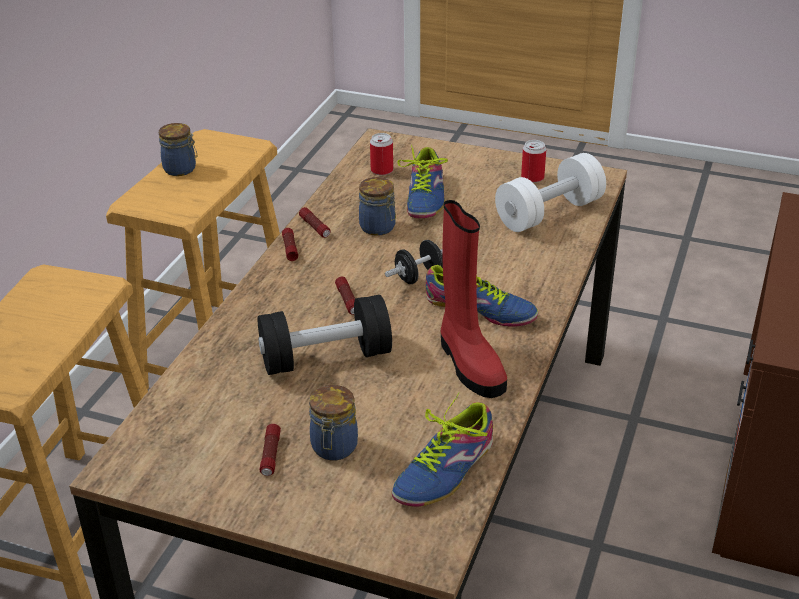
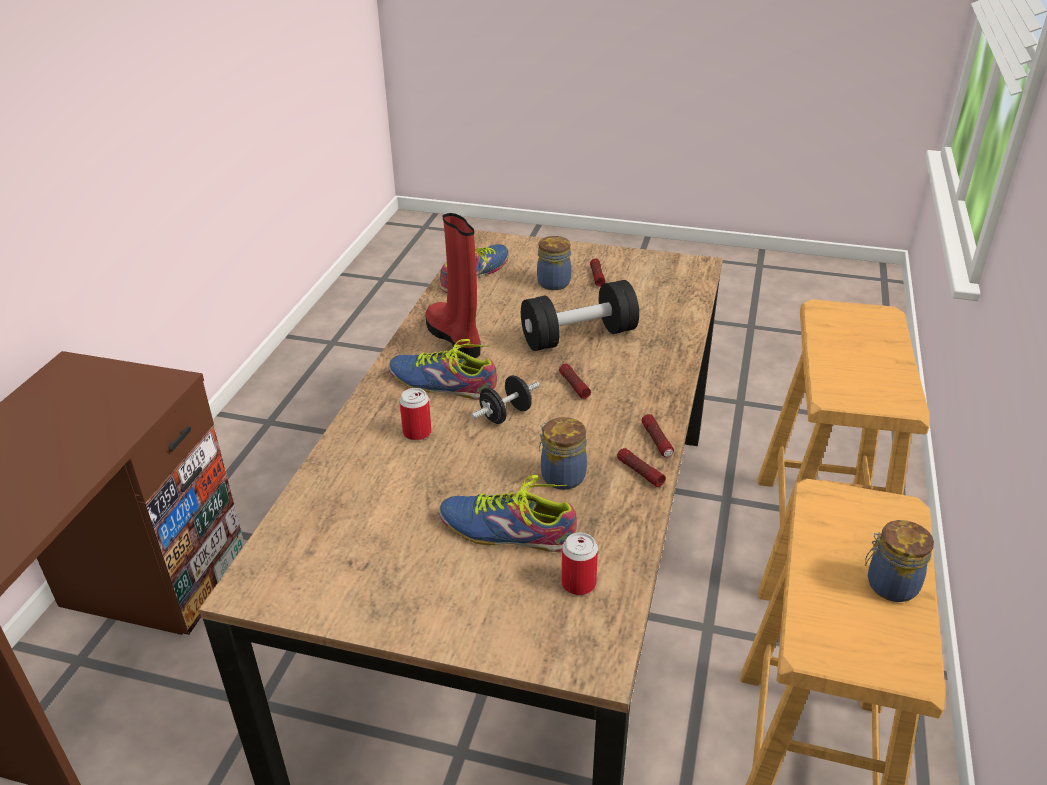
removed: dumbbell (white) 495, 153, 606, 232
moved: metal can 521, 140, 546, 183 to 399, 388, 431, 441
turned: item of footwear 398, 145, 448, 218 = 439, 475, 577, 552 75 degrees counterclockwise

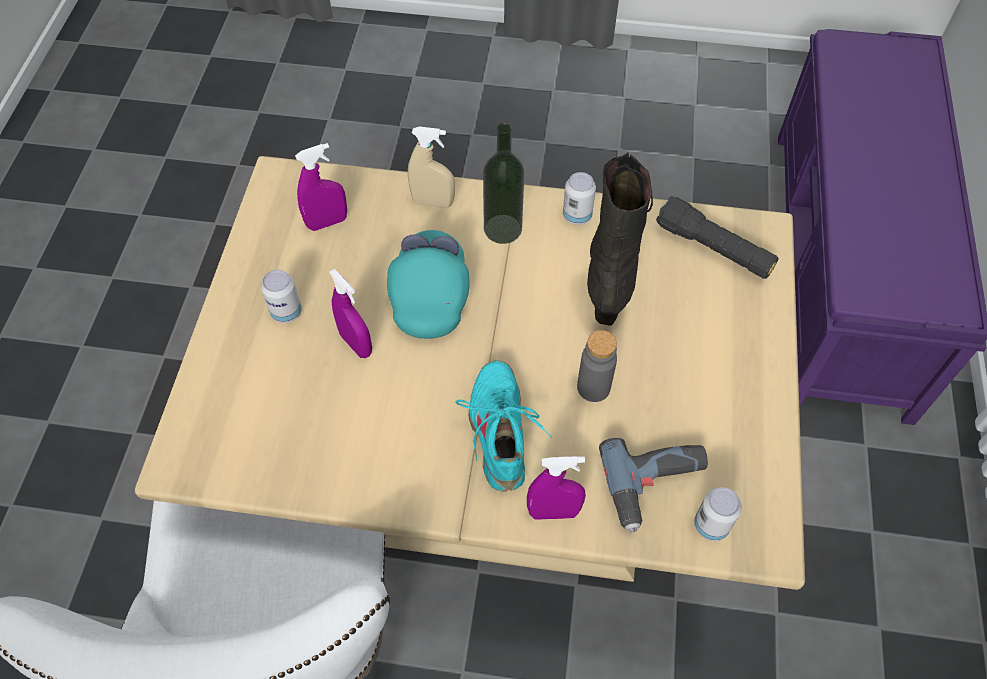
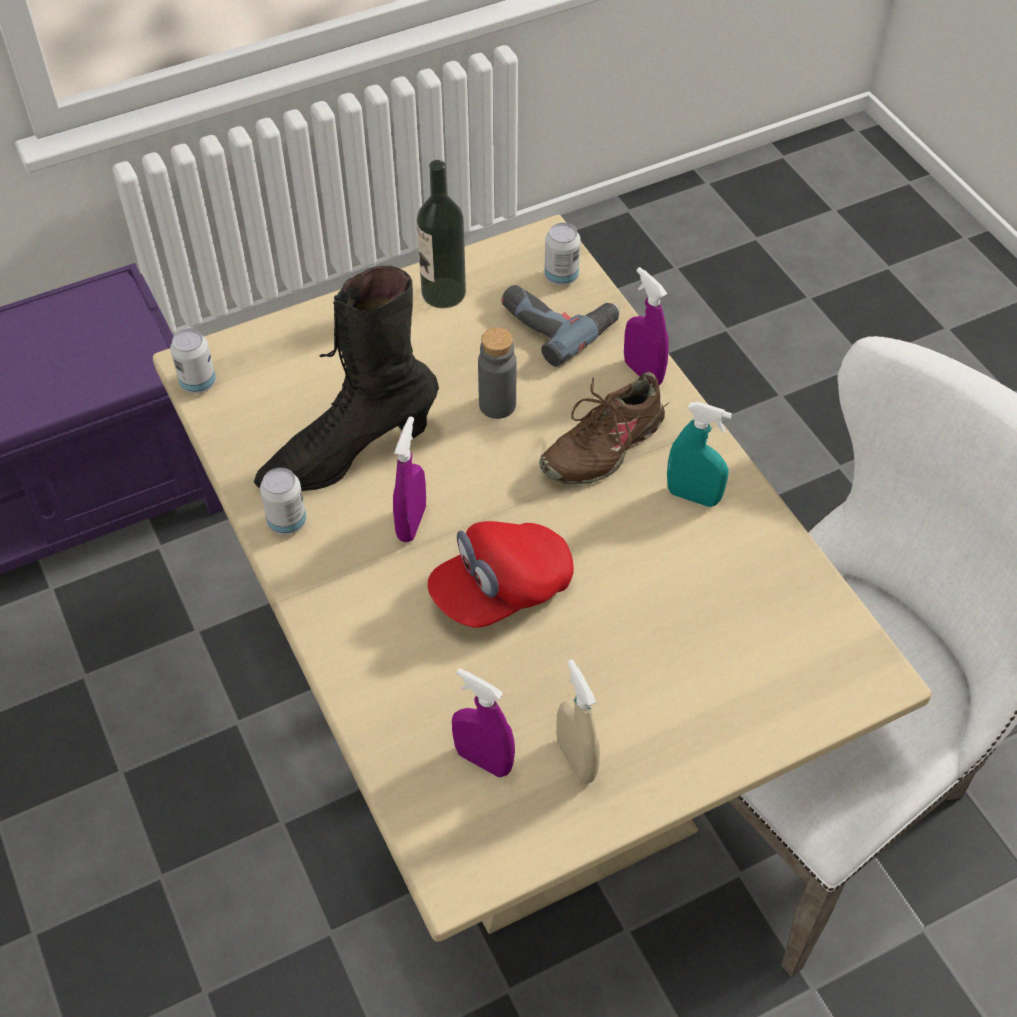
removed: torch (black) 656, 196, 779, 279
added: sprayer (turquoise-coloured) 667, 402, 732, 507
moved: metal can 261, 270, 302, 323 to 170, 329, 216, 394; sprayer (purple) 329, 269, 372, 358 to 393, 416, 426, 542; sprayer (sand-coloured) 408, 127, 455, 208 to 556, 660, 600, 784; beverage bottle 483, 123, 524, 244 to 417, 160, 466, 308
recoloured: peaked cap (turquoise-coloured) 387, 230, 470, 339 to peaked cap (reddish) 427, 521, 574, 628; item of footwear (turquoise-coloured) 456, 360, 552, 492 to item of footwear (brown-coloured) 539, 372, 670, 484

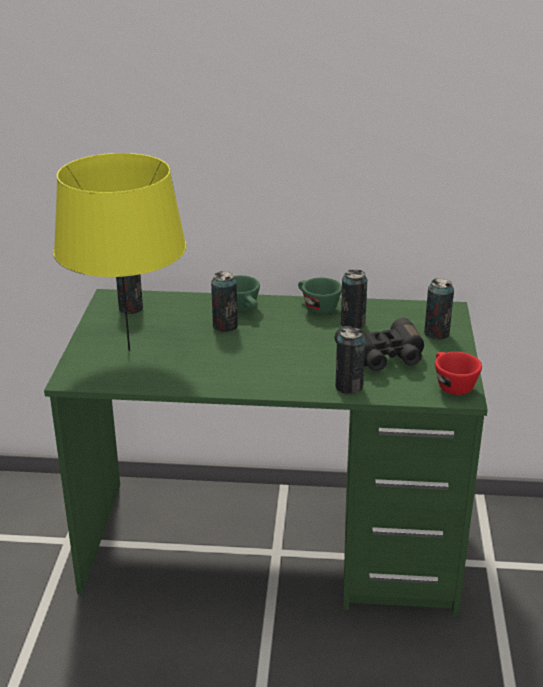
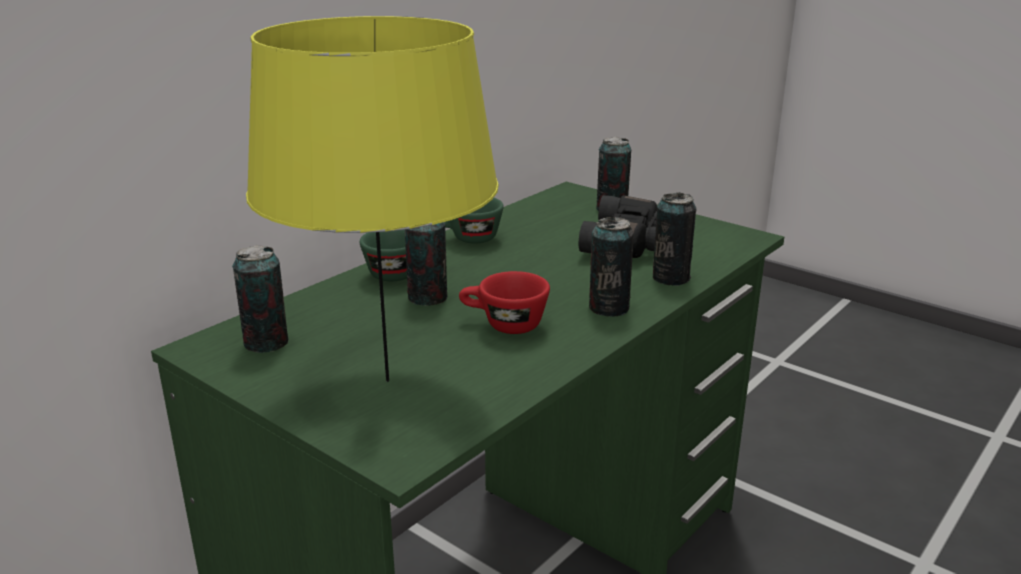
moved: metal can 341, 270, 368, 329 to 589, 217, 634, 317; small cup (reddish) 435, 352, 482, 395 to 459, 271, 550, 334

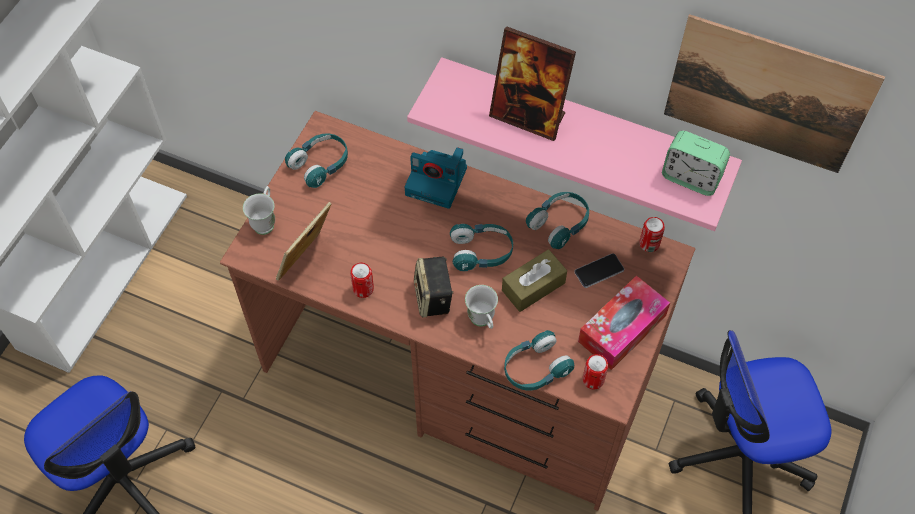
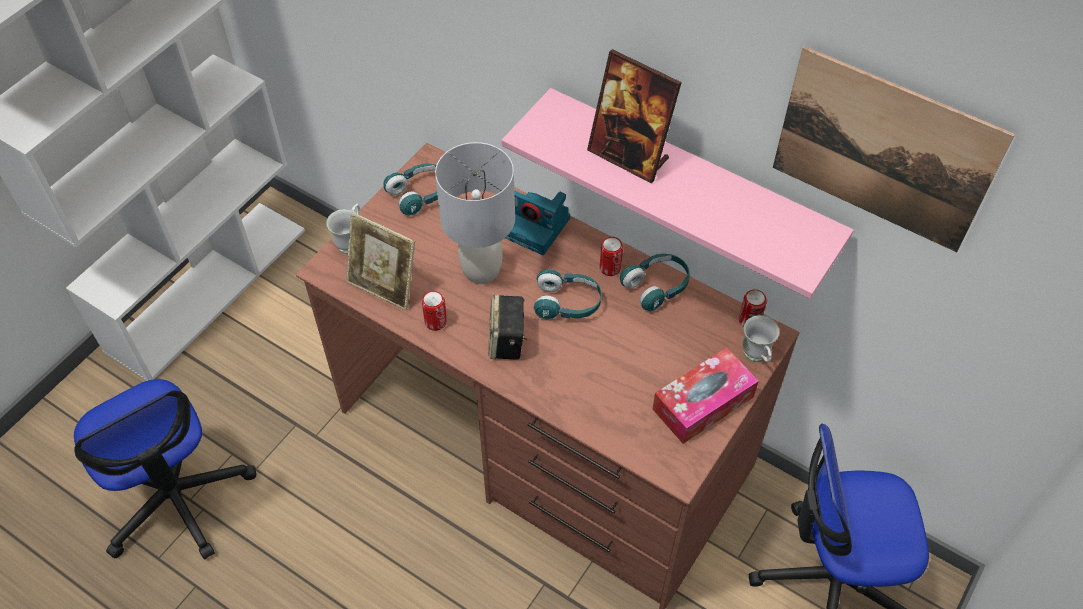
removed: box of tissues (brown-coloured) 502, 249, 567, 312; headset (turquoise-coloured) 504, 330, 574, 391; phone 574, 253, 624, 288; alarm clock 662, 131, 730, 196
added: lamp for a table (greyish) 435, 142, 515, 284
moved: tea mug (white) 465, 285, 498, 329 to 742, 315, 779, 363; metal can 583, 354, 608, 389 to 600, 237, 623, 276
turned: photo frame 276, 202, 331, 281 = 346, 212, 415, 311 105 degrees counterclockwise

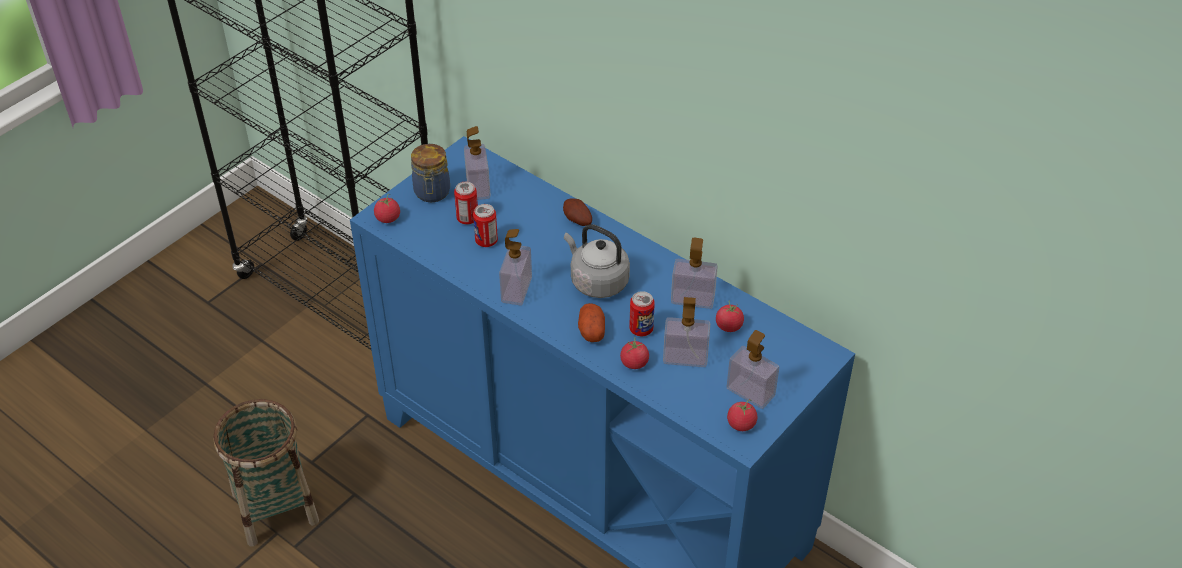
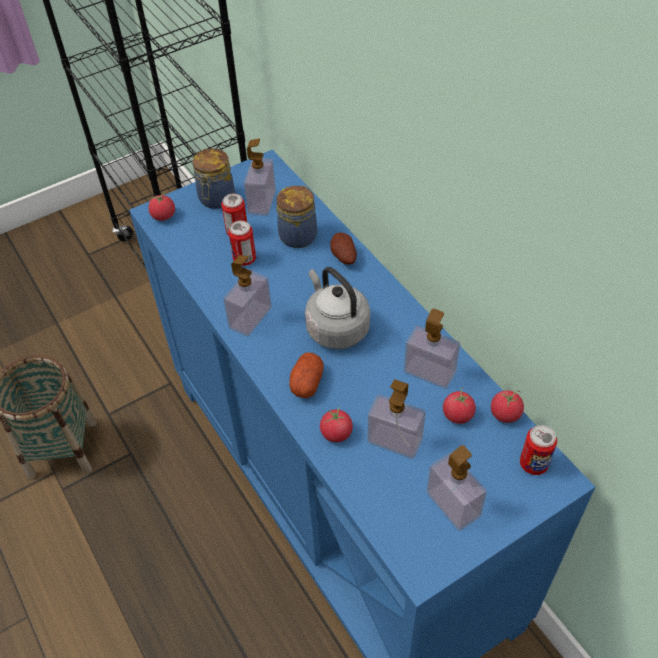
added: preserve jar 277, 185, 317, 248
moved: metal can 629, 291, 655, 336 to 520, 425, 557, 475; tomato 727, 399, 757, 431 to 491, 390, 524, 423

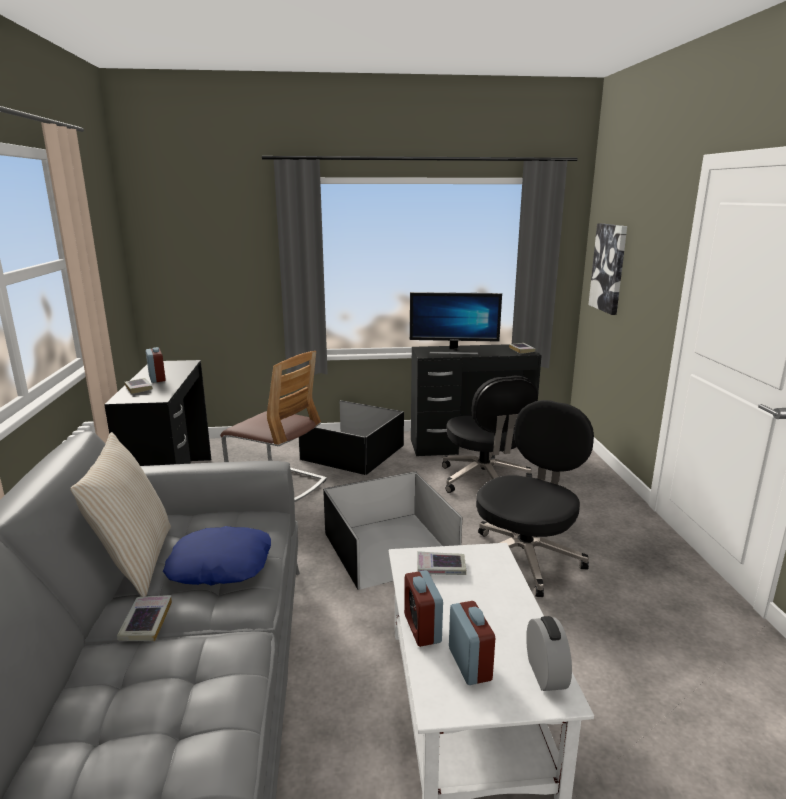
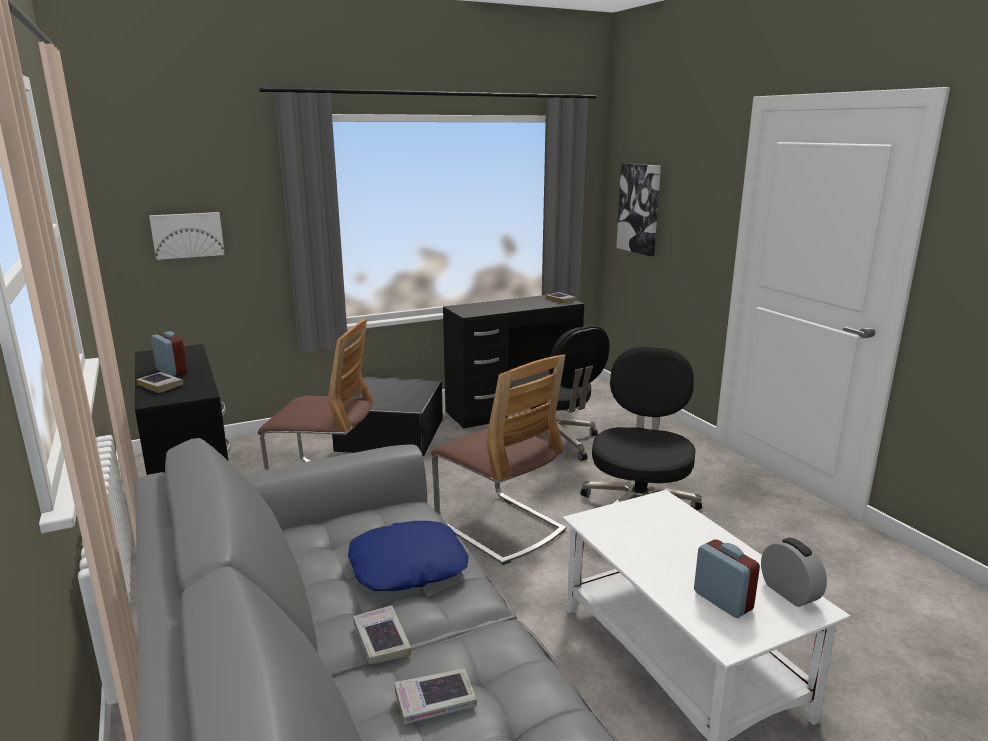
removed: pillow (sand-coloured) 70, 432, 171, 597; alarm clock 404, 570, 443, 647; monitor 410, 292, 502, 355
added: wall art 149, 212, 225, 260
moved: volume 417, 551, 466, 575 to 394, 668, 477, 724
replaced: storage bin (black) 323, 471, 462, 589 to plain chair 431, 355, 566, 565

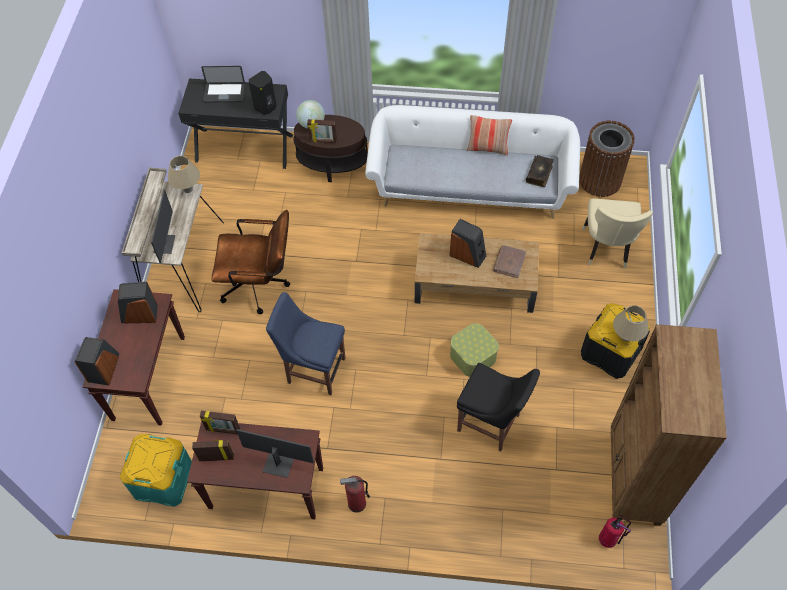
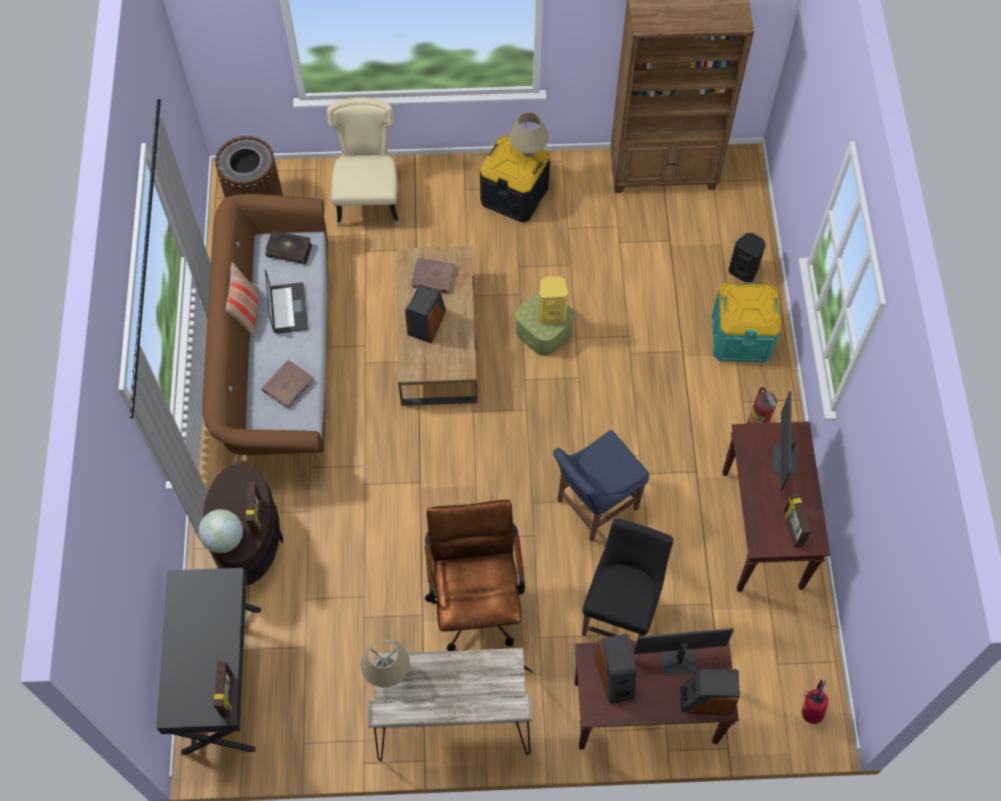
added: volume (brown-coloured) 261, 360, 314, 409; speaker (yellowish) 538, 276, 568, 324
moved: storage bin (turquoise-coloured) 120, 434, 192, 507 to 712, 282, 781, 362; monitor 151, 190, 175, 263 to 634, 628, 734, 676; photo frame 200, 411, 240, 434 to 214, 661, 234, 718; laptop 201, 66, 245, 103 to 265, 269, 308, 334; speaker (black) 249, 71, 277, 115 to 729, 233, 766, 282; plain chair (black) 457, 363, 540, 451 to 582, 519, 673, 641; extinguisher 599, 514, 631, 548 to 802, 680, 828, 724
recoloured: couch (white) 365, 105, 580, 219 to couch (brown-coloured) 202, 194, 328, 464
turned: plain chair (bluish) 266, 292, 345, 395 = 553, 430, 649, 542 45 degrees clockwise; plain chair (sand-coloured) 582, 198, 653, 269 = 327, 97, 400, 227 90 degrees counterclockwise

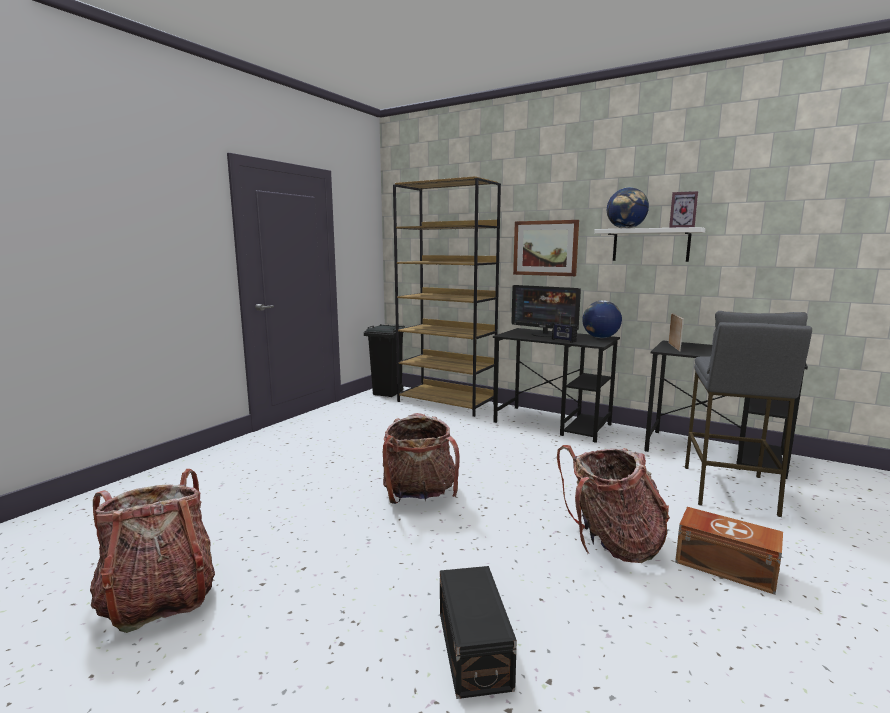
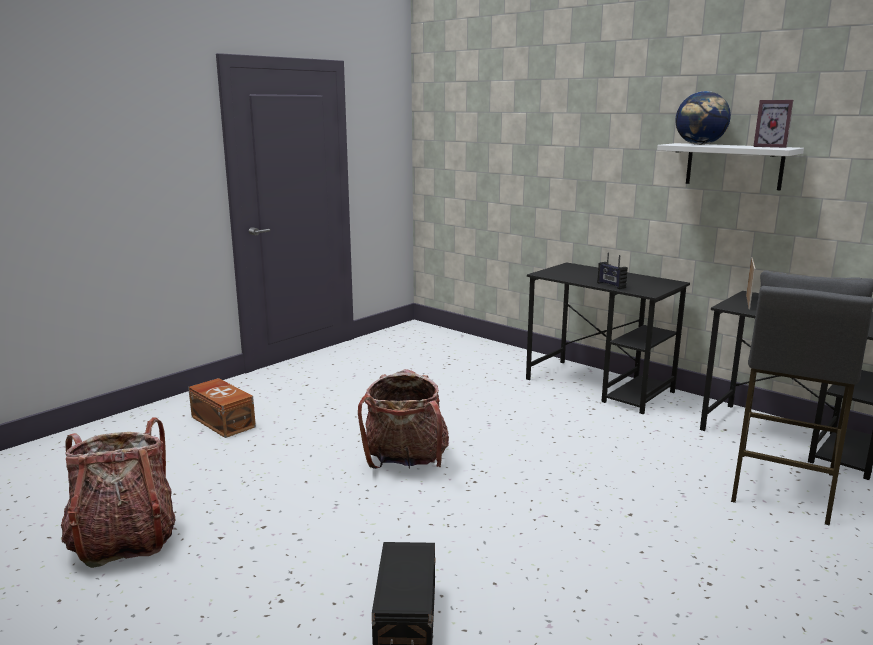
removed: rubbish bin (black) 364, 324, 405, 397; bookcase (brown-coloured) 393, 176, 501, 417; monitor 511, 285, 581, 337; wall art 513, 220, 579, 276; backpack 557, 445, 670, 563; globe 582, 300, 622, 338
moved: storage bin (brown-coloured) 675, 507, 783, 595 to 188, 378, 256, 438

